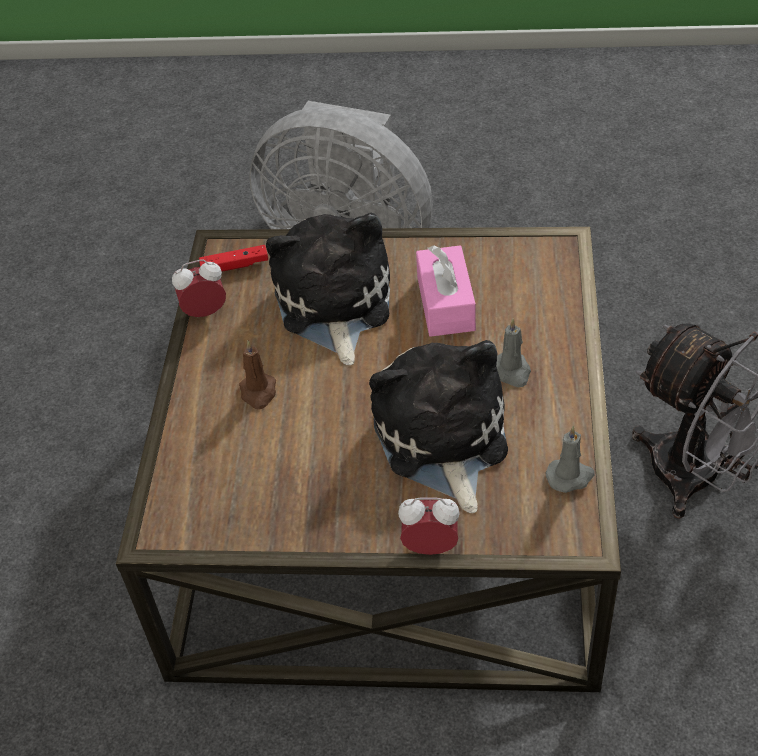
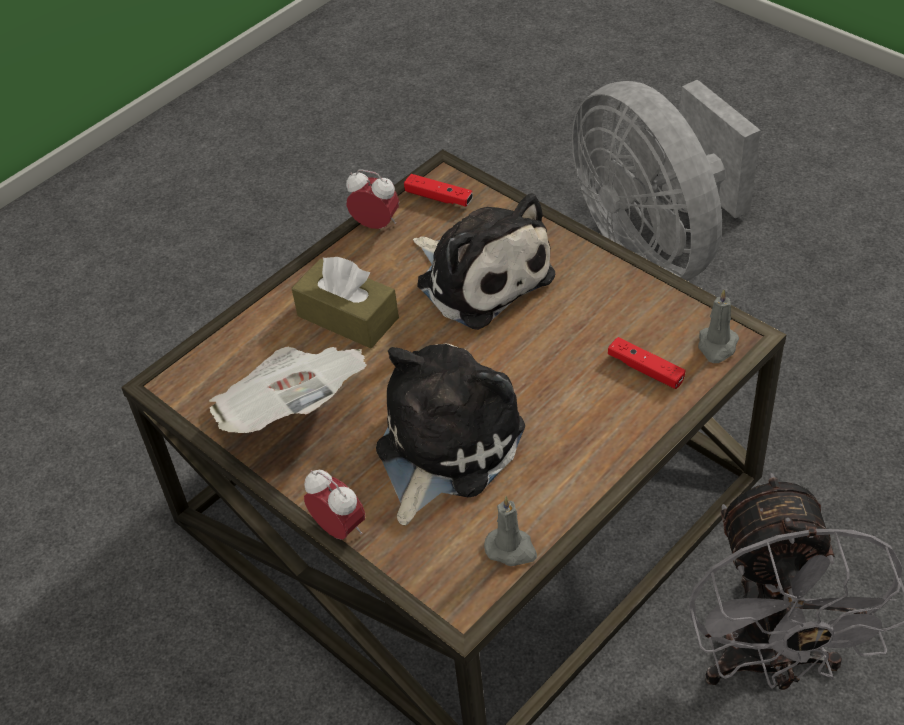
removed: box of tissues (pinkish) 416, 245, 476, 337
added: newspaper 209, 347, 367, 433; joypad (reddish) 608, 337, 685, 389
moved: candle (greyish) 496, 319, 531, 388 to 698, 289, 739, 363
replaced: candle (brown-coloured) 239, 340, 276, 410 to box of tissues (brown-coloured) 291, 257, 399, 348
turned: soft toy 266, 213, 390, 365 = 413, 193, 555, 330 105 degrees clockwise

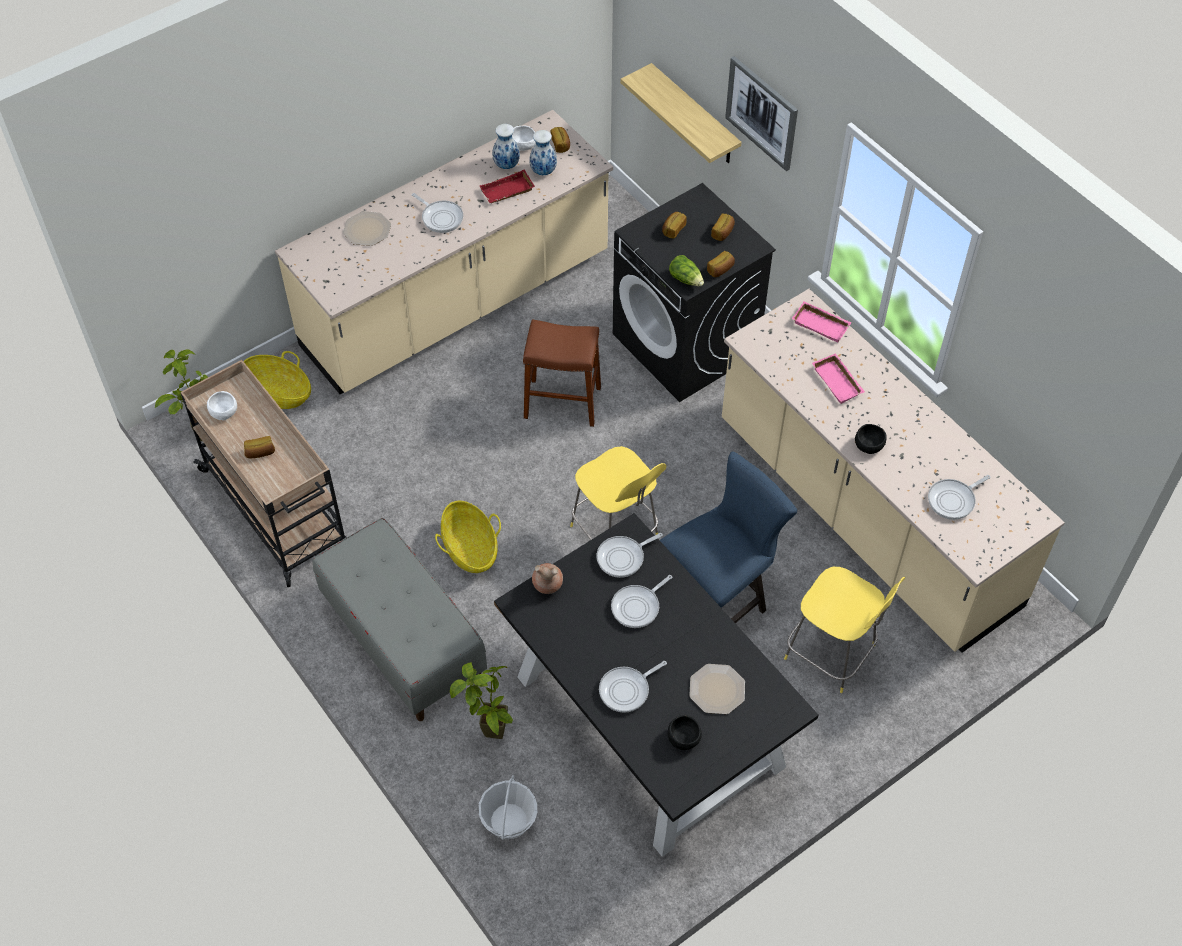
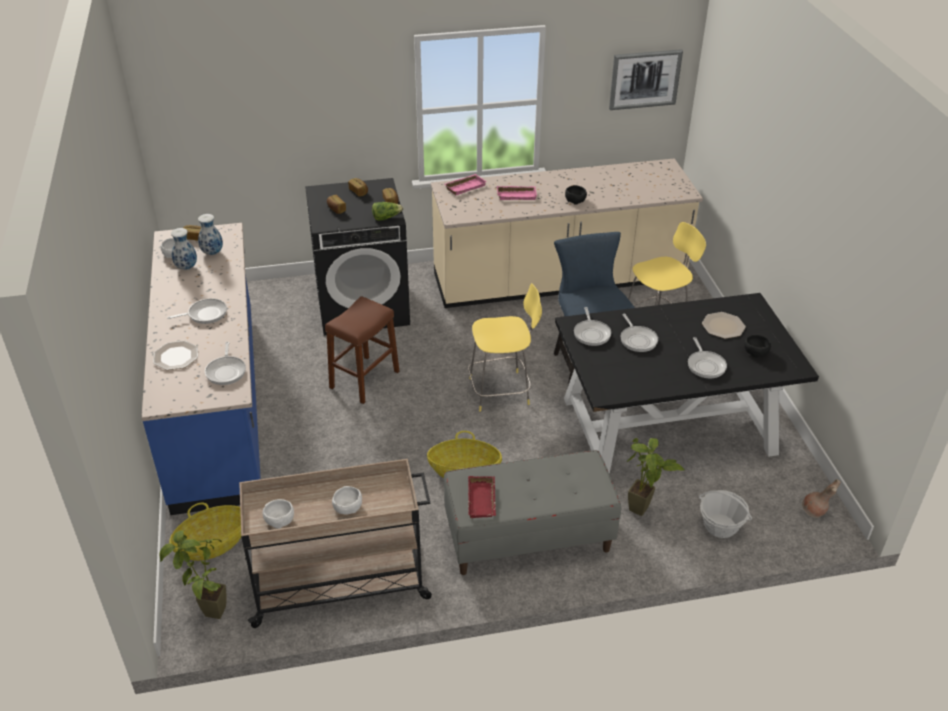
removed: bracket shelf 620, 63, 741, 163
moved: serving tray (reddish) 480, 170, 535, 203 to 468, 476, 496, 518; vase (brown-coloured) 532, 563, 563, 594 to 802, 479, 841, 518; wall art 725, 56, 798, 171 to 609, 49, 683, 110; frying pan 928, 475, 991, 520 to 205, 342, 246, 385
replaced: bakery bread 244, 436, 275, 459 to deep dish (white) 332, 486, 362, 514
recoloured: counter (sand-coloured) 275, 110, 613, 394 to counter (bluish) 141, 223, 261, 515

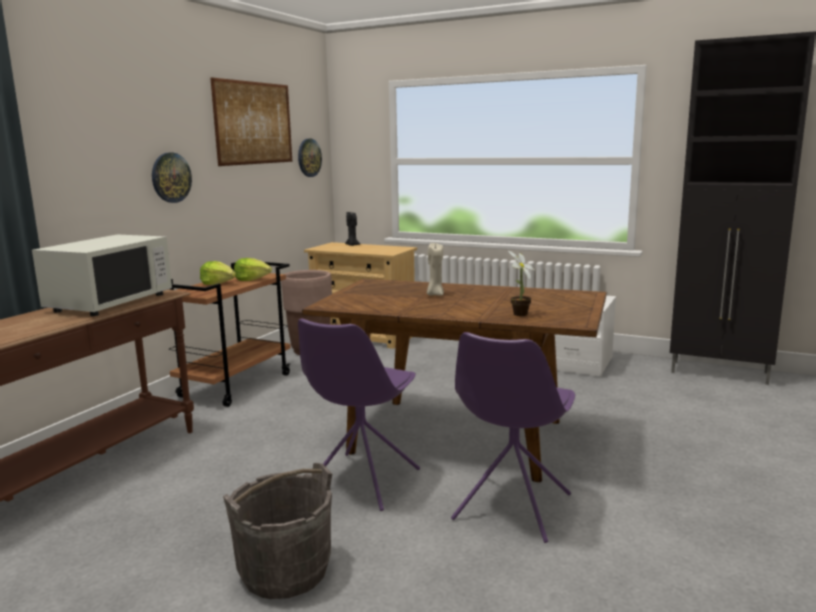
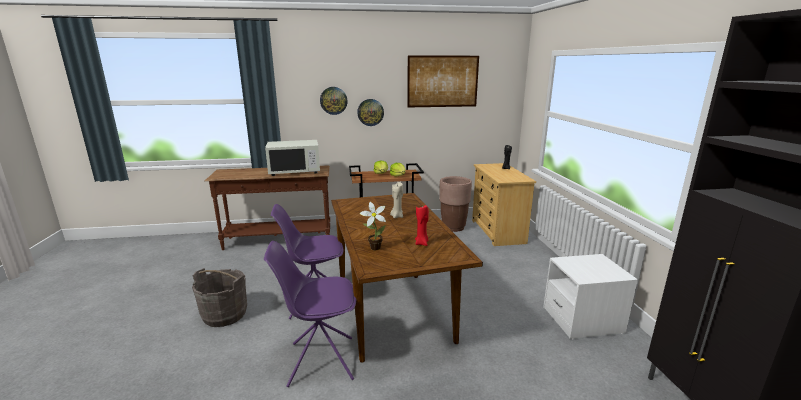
added: candle (reddish) 415, 205, 429, 246
moved: hanging clock 298, 139, 322, 177 to 320, 87, 347, 115

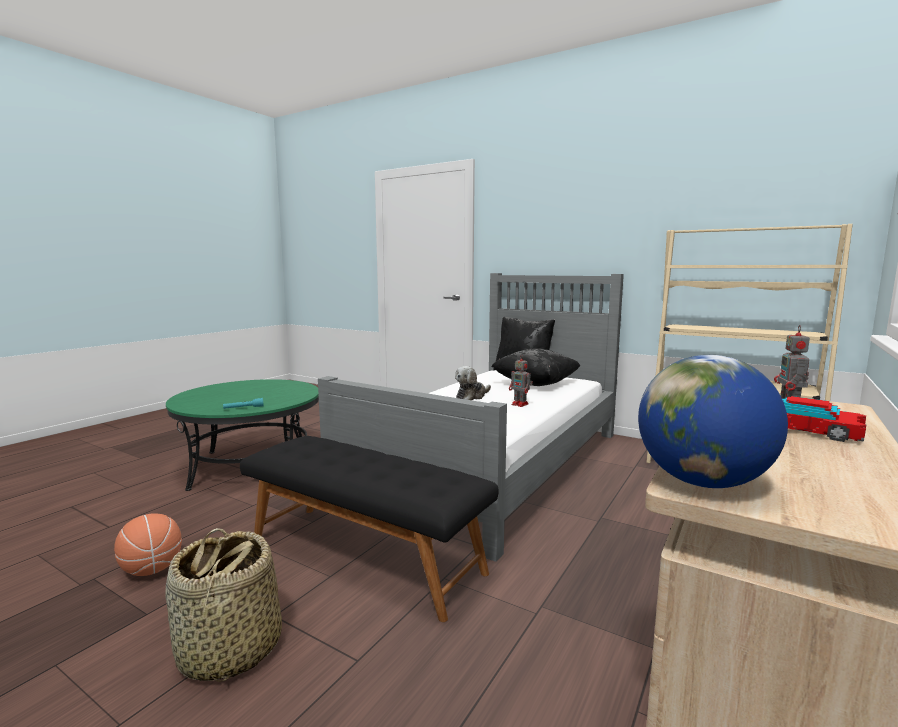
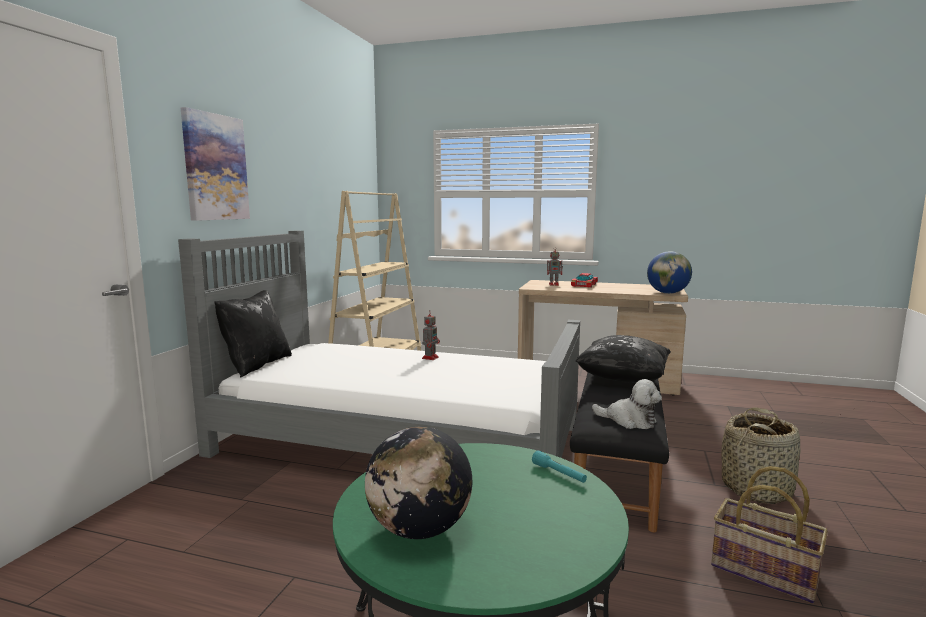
added: wall art 180, 107, 250, 221; globe 365, 427, 472, 539
moved: soft toy 455, 366, 491, 400 to 592, 379, 662, 429; pillow (black) 491, 348, 580, 386 to 575, 335, 671, 383
replaced: basketball ball 114, 513, 182, 576 to storage basket 711, 466, 828, 604

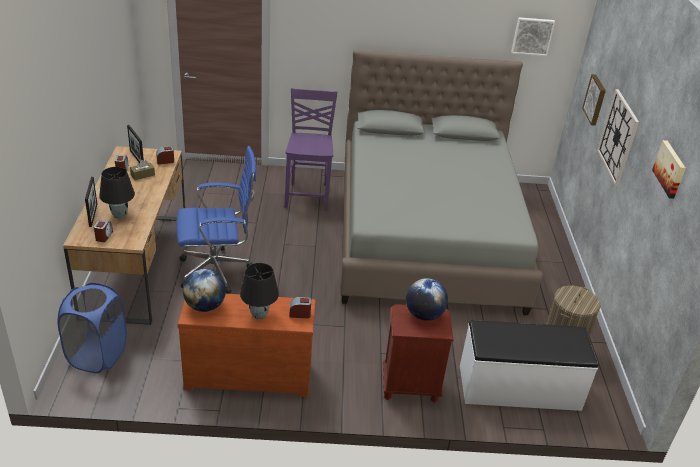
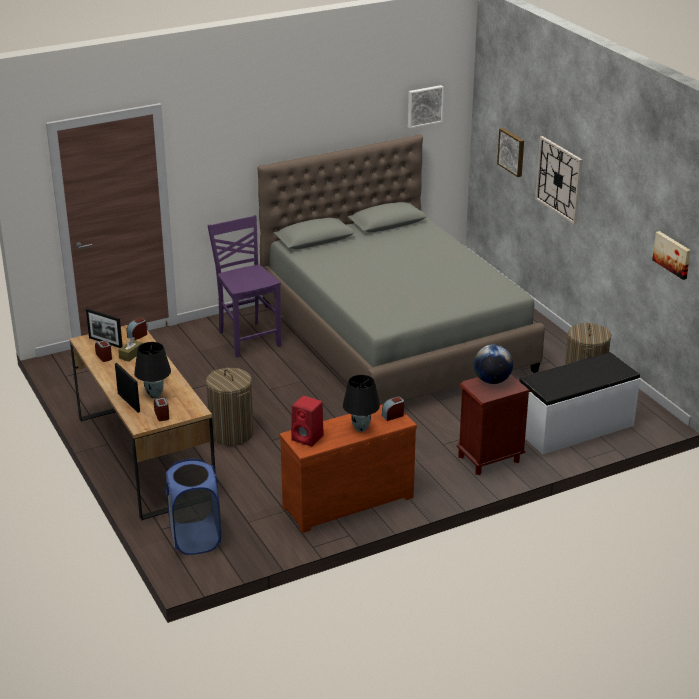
moved: wall art 652, 140, 686, 199 to 652, 231, 691, 280
replaced: computer chair (bluish) 176, 146, 256, 294 to hamper 206, 368, 254, 446; globe 183, 269, 226, 312 to speaker (reddish) 291, 396, 324, 446

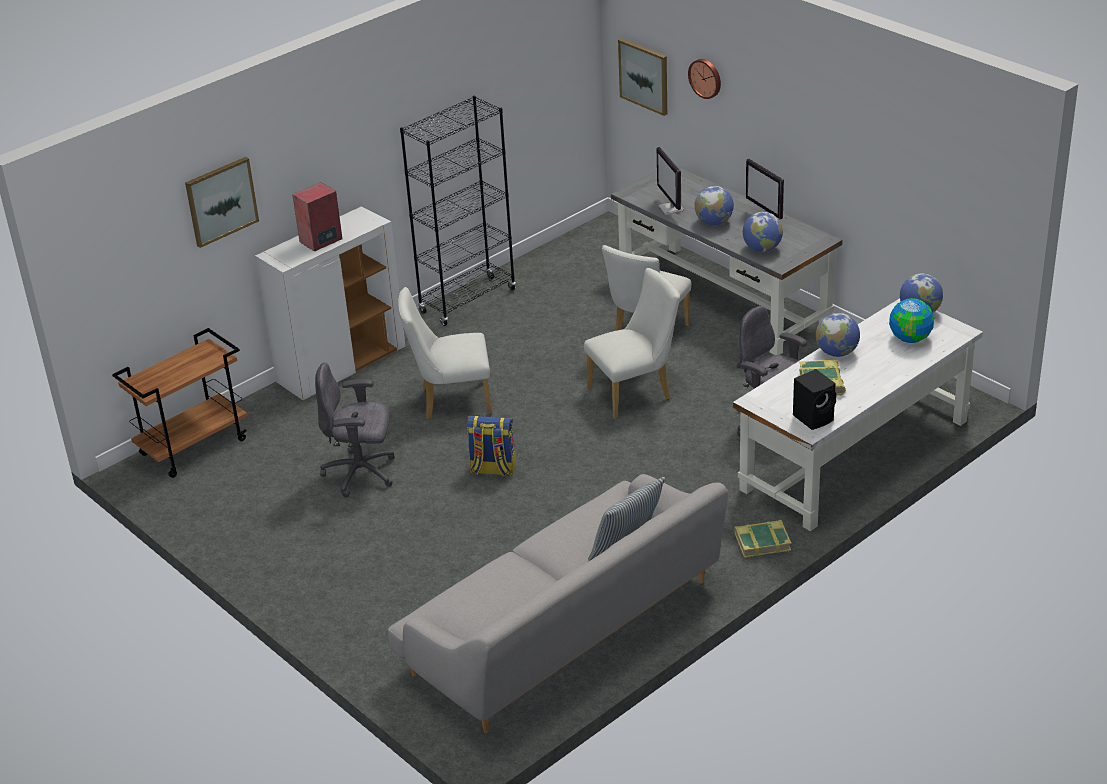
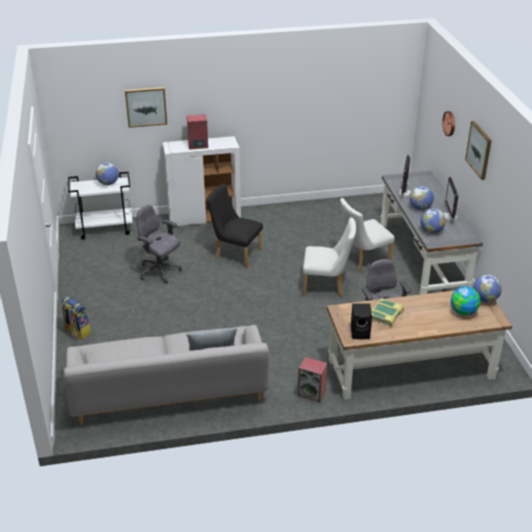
removed: bookcase (black) 400, 96, 516, 326
moved: backpack 467, 415, 516, 476 to 61, 296, 91, 340; wall art 618, 38, 667, 116 to 465, 121, 492, 180; globe 816, 313, 860, 357 to 96, 163, 119, 185
replaced: volume 734, 520, 791, 558 to speaker 298, 357, 327, 403
recoloured: wheeled cart (brown-coloured) 112, 328, 247, 478 to wheeled cart (white) 68, 172, 133, 240; plain chair (white) 398, 287, 492, 419 to plain chair (black) 207, 183, 263, 268; desk (white) 733, 298, 983, 531 to desk (brown-coloured) 327, 290, 512, 400

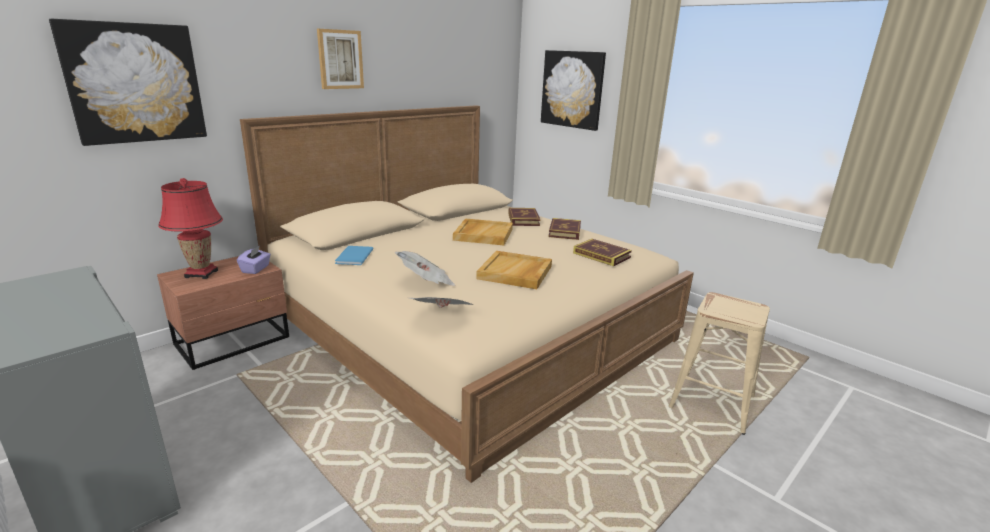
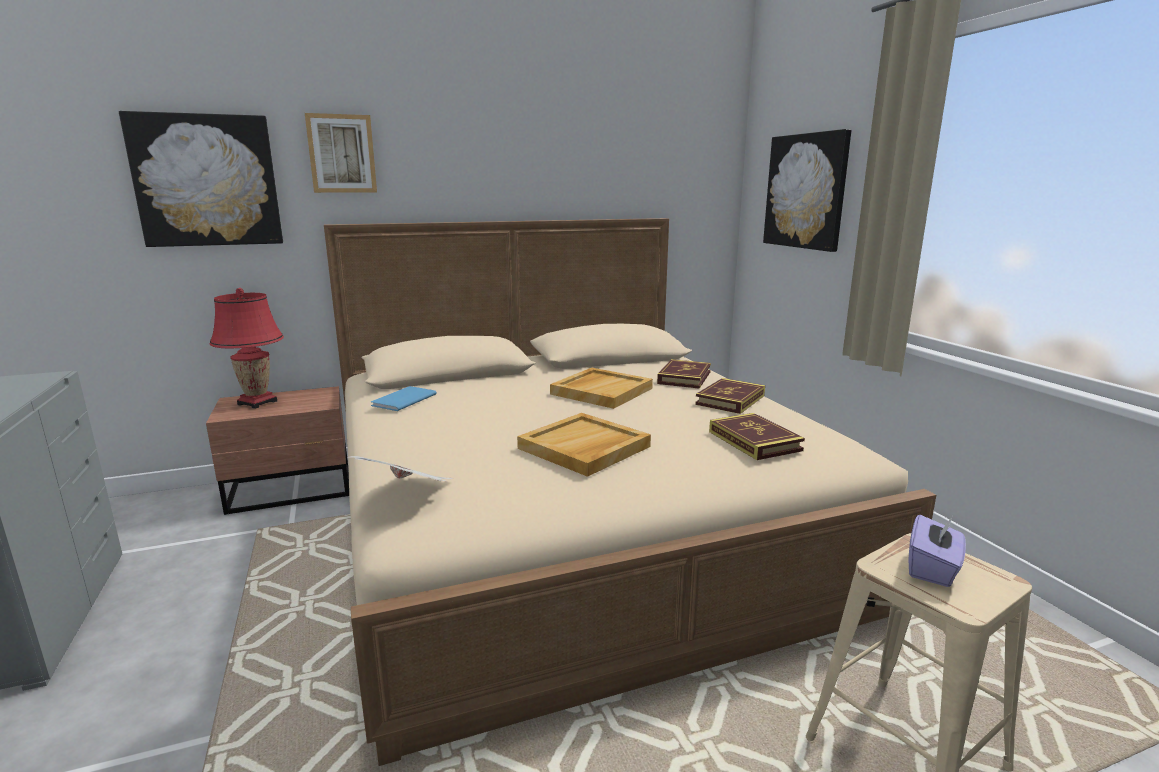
removed: newspaper 395, 251, 455, 286
moved: box of tissues (purple) 237, 246, 271, 274 to 909, 515, 966, 587; wall art 317, 29, 364, 89 to 305, 113, 377, 193

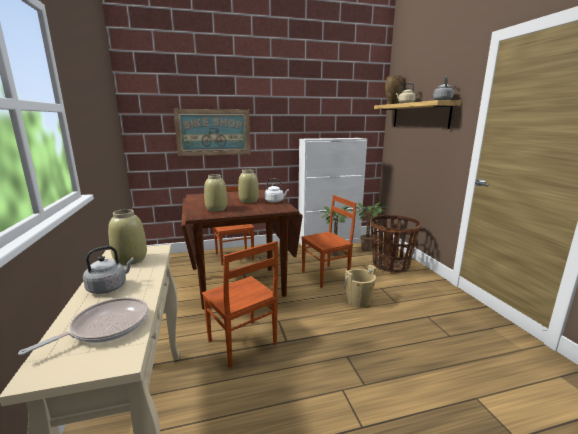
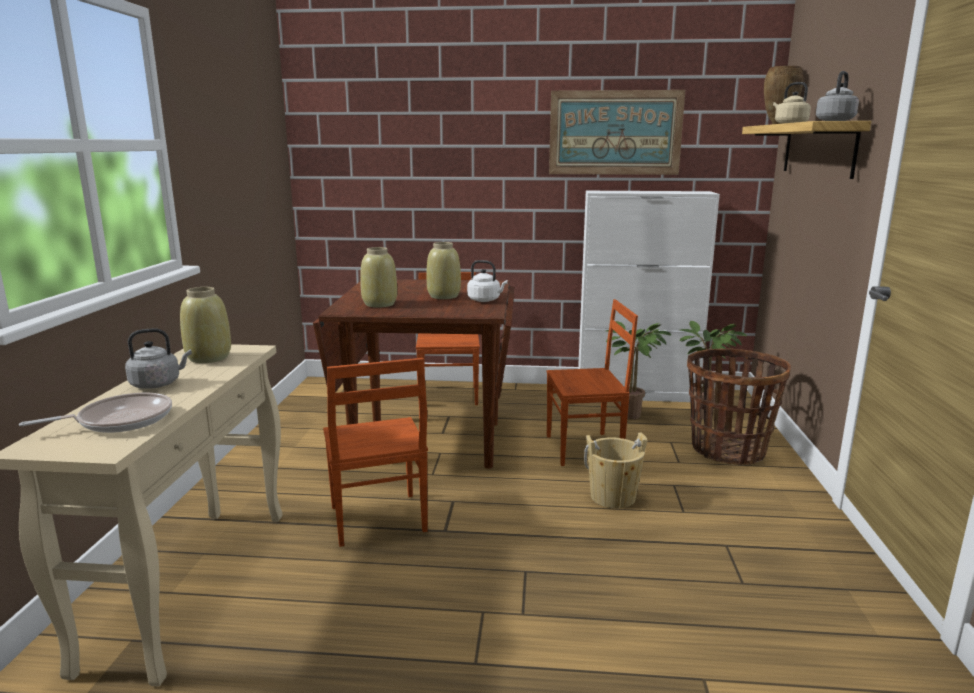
moved: wall art 173, 109, 251, 156 to 549, 90, 685, 175

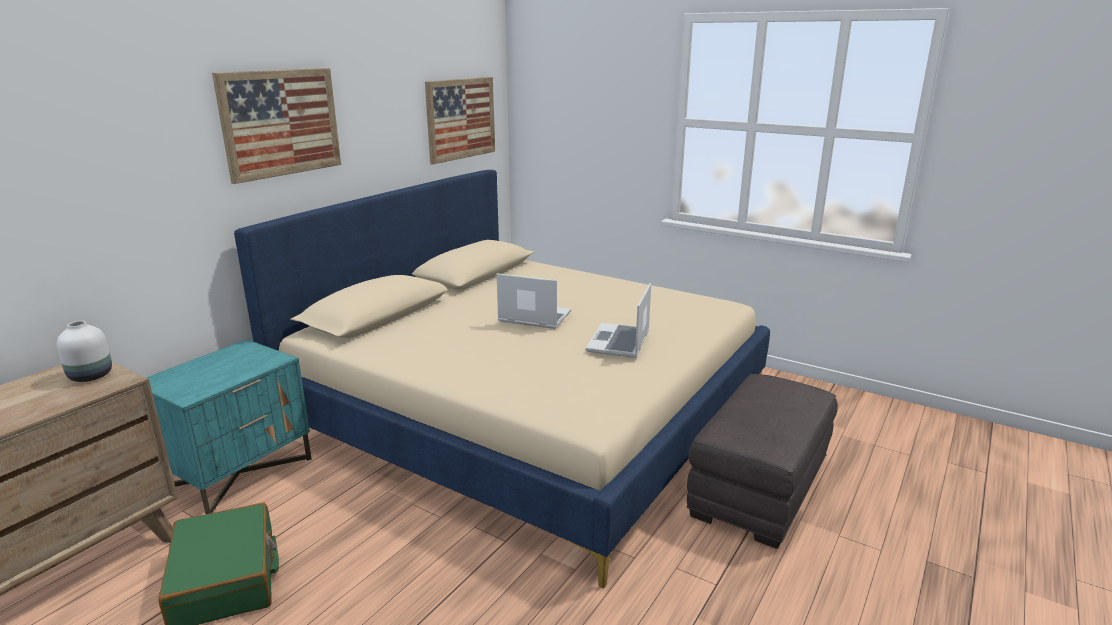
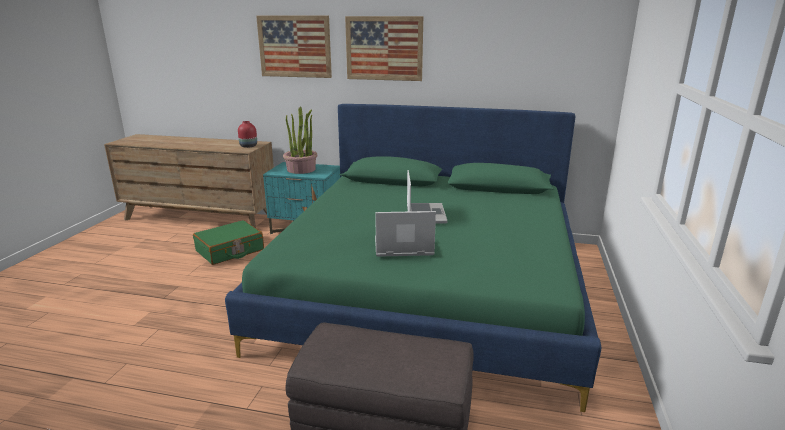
added: houseplant 283, 106, 317, 174
moved: wall art 425, 77, 495, 165 to 256, 16, 332, 78
recoloured: vase (white) 57, 321, 112, 382 to vase (reddish) 238, 121, 257, 148; sleeping bed (sand-coloured) 234, 170, 770, 588 to sleeping bed (greenish) 225, 104, 601, 412

